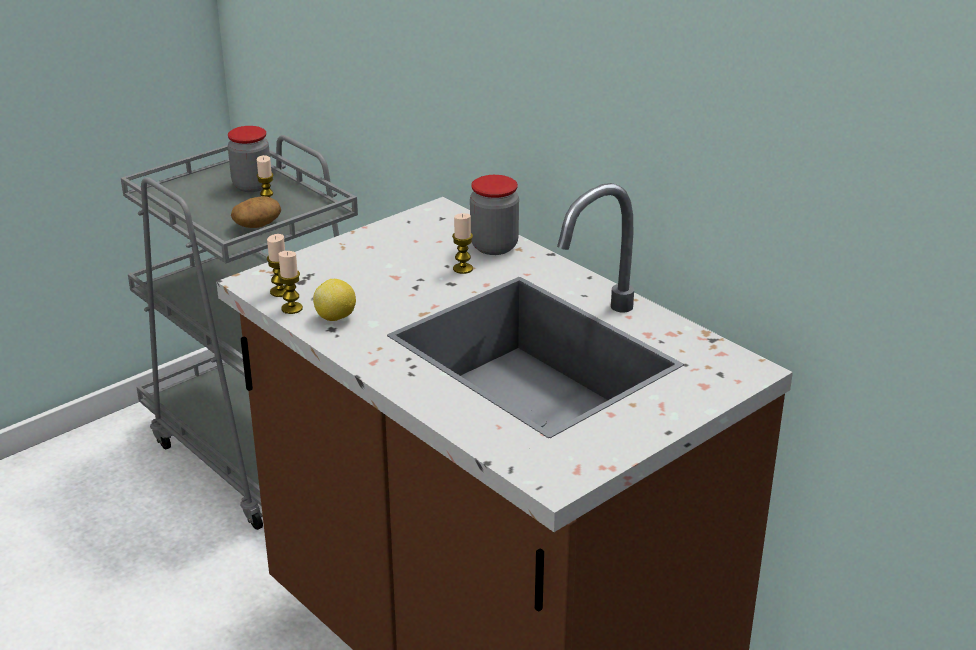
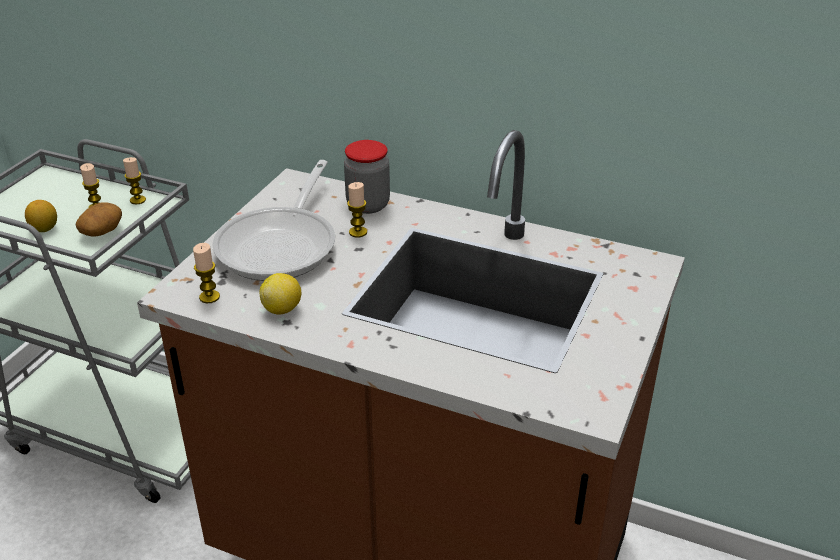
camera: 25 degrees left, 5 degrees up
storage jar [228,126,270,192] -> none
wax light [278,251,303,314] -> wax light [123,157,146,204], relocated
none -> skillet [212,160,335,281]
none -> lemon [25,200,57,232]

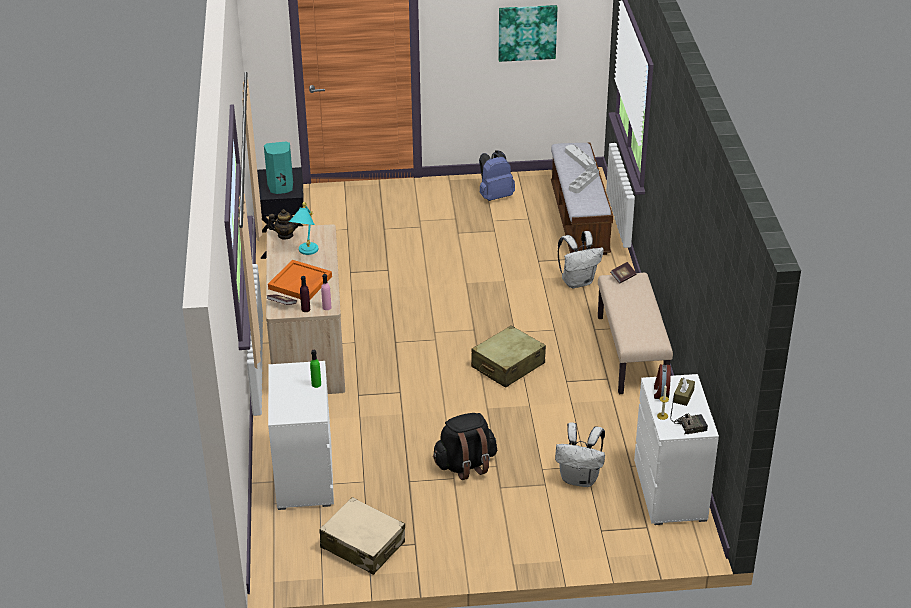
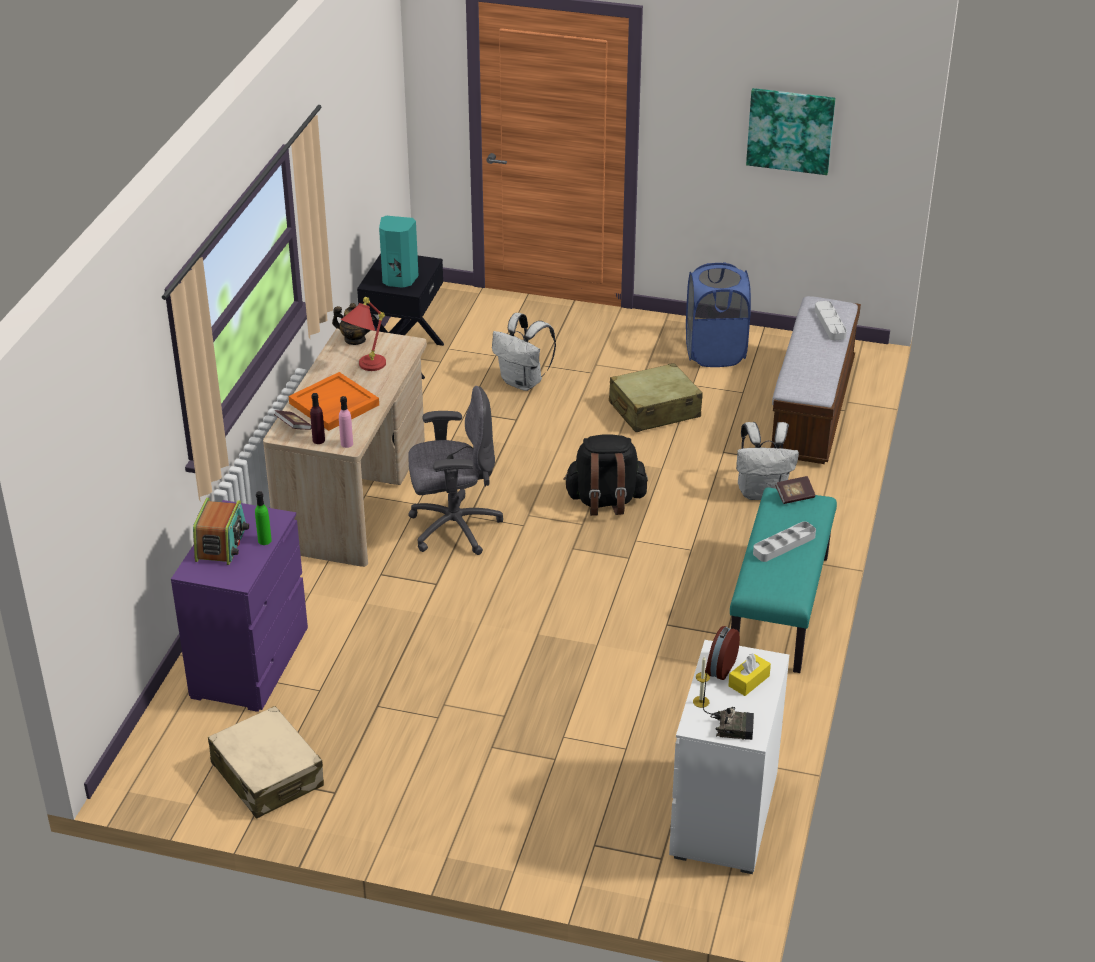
camera: 20 degrees right, 0 degrees up
blue backpack [479,150,515,201] -> blue laundry basket [686,263,751,367]
gray tray [569,167,599,193] -> gray tray [753,521,816,562], relocated
blue-green table lamp [289,202,318,255] -> red table lamp [341,297,386,371]
beige long seat [598,273,673,394] -> blue-green long seat [730,487,837,673]
beige travel case [471,325,546,388] -> beige travel case [609,363,703,432], relocated
white-coloured drawer chest [268,361,334,510] -> purple-coloured drawer chest [171,500,308,712]
brown-coloured tissue holder [673,377,695,406] -> yellowish tissue holder [728,653,771,696]
blackish backpack [433,413,497,480] -> blackish backpack [563,435,648,516], relocated
white-coloured backpack [555,422,605,487] -> white-coloured backpack [492,313,556,391], relocated
none -> gray computer chair [408,386,503,555]
none -> radio set [193,498,249,565]

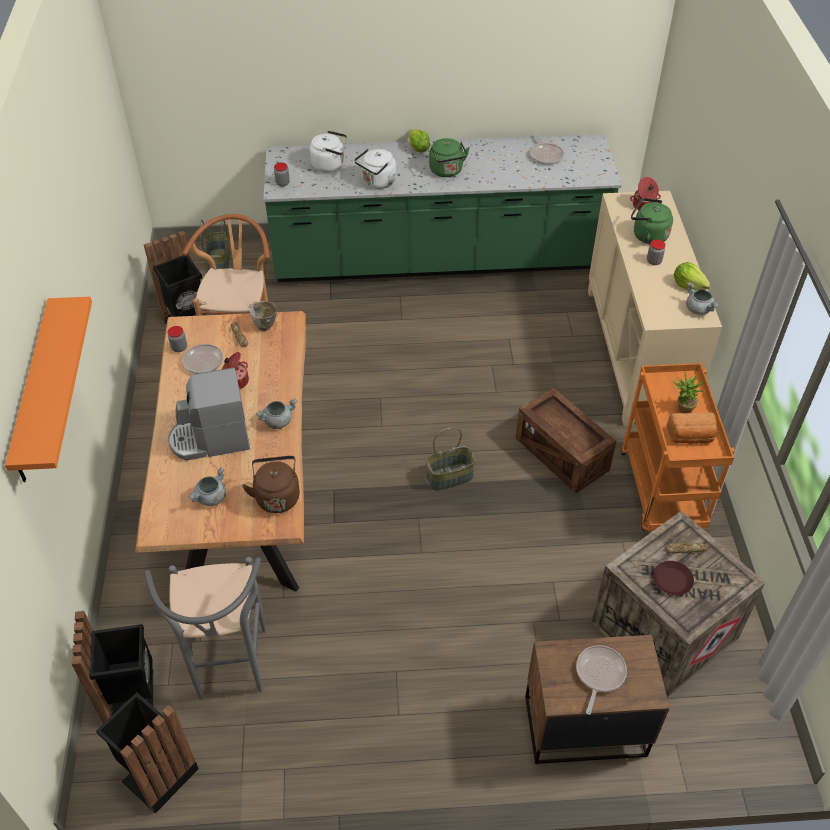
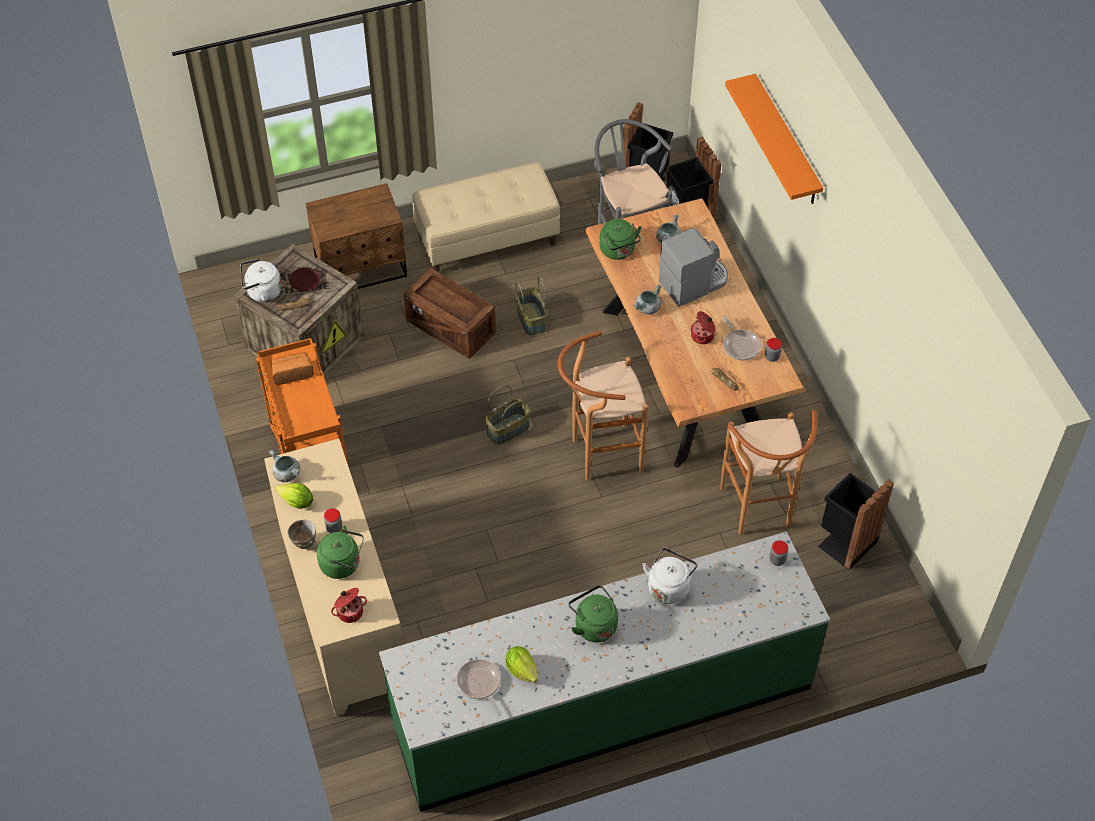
camera: 165 degrees right, 5 degrees up
head of lettuce [409,129,430,152] -> head of lettuce [506,646,538,683], relocated
white-coloured water kettle [309,130,347,173] -> white-coloured water kettle [240,258,282,302], relocated
household basket [200,220,230,271] -> household basket [515,275,547,335], relocated
deep dish [250,301,277,331] -> deep dish [288,519,316,549], relocated
plant in a pot [672,374,705,413] -> none
shipping crate [516,388,617,493] -> shipping crate [404,268,496,359], relocated
brown-coloured water kettle [242,456,300,513] -> green water kettle [600,219,641,260]
skillet [576,645,627,715] -> none
none -> beige long seat [412,162,560,272]
none -> brown-coloured stool [558,331,648,480]

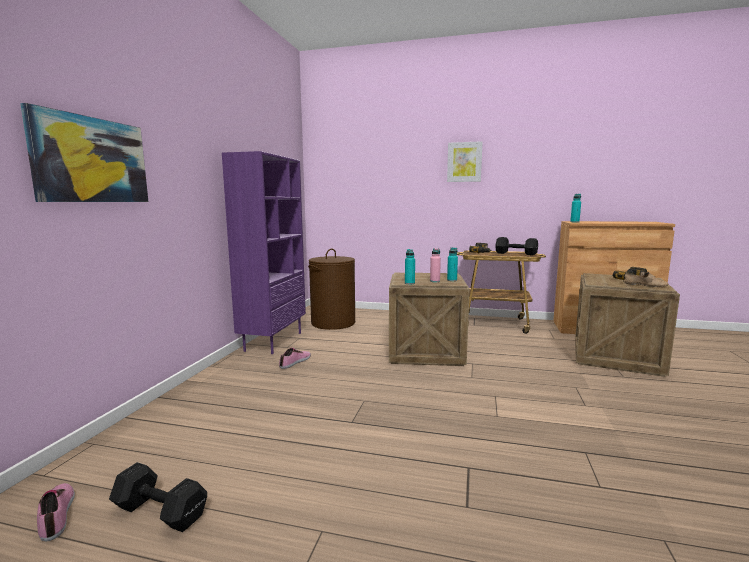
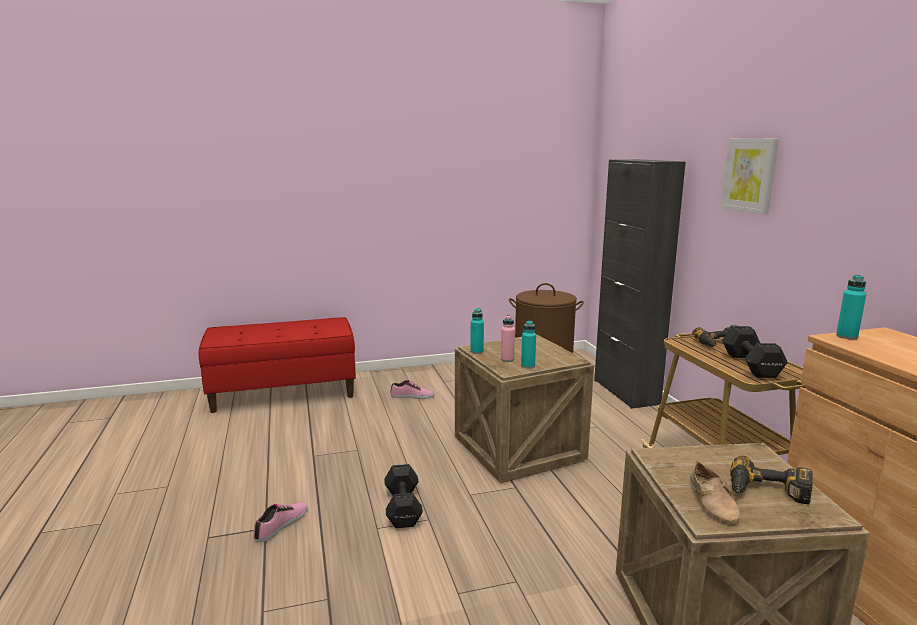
camera: 60 degrees right, 5 degrees up
picture [20,103,148,202] -> none
purple-coloured shelving unit [222,151,306,354] -> none
blackish dumbbell [109,462,207,532] -> blackish dumbbell [384,464,423,528], relocated
shoe [37,483,75,542] -> shoe [254,502,307,542], relocated
none -> blackish cupboard [594,159,686,409]
none -> red long seat [198,317,356,413]

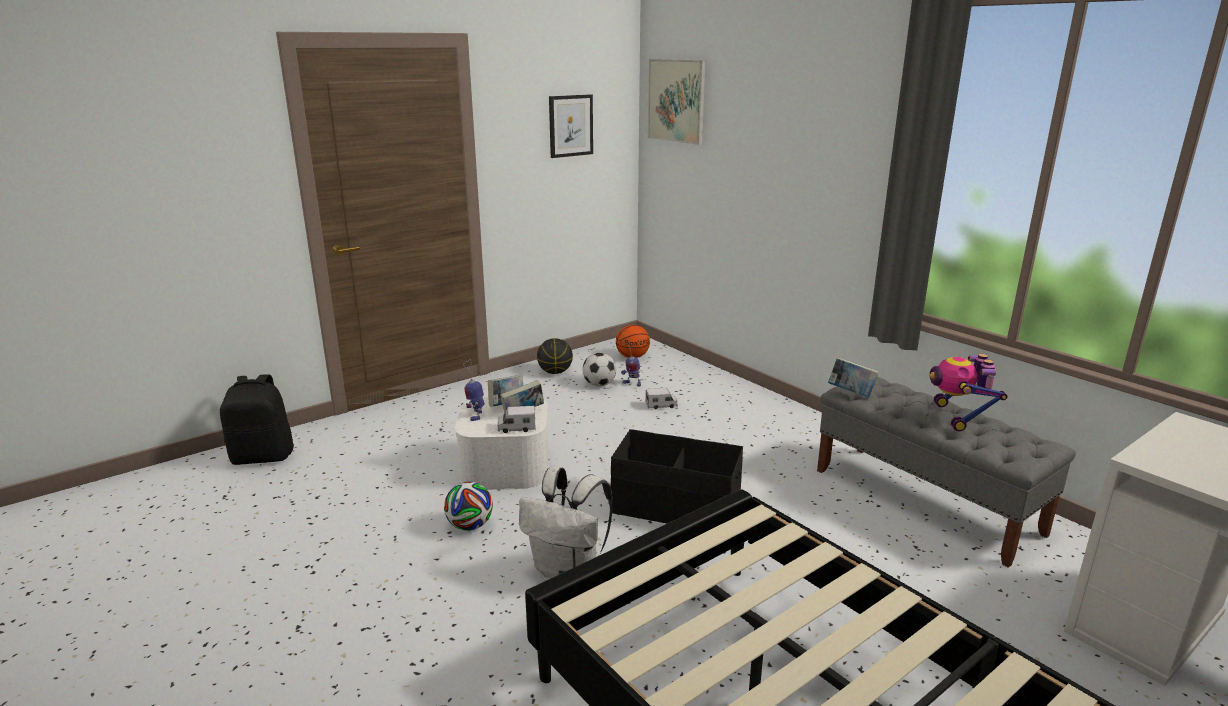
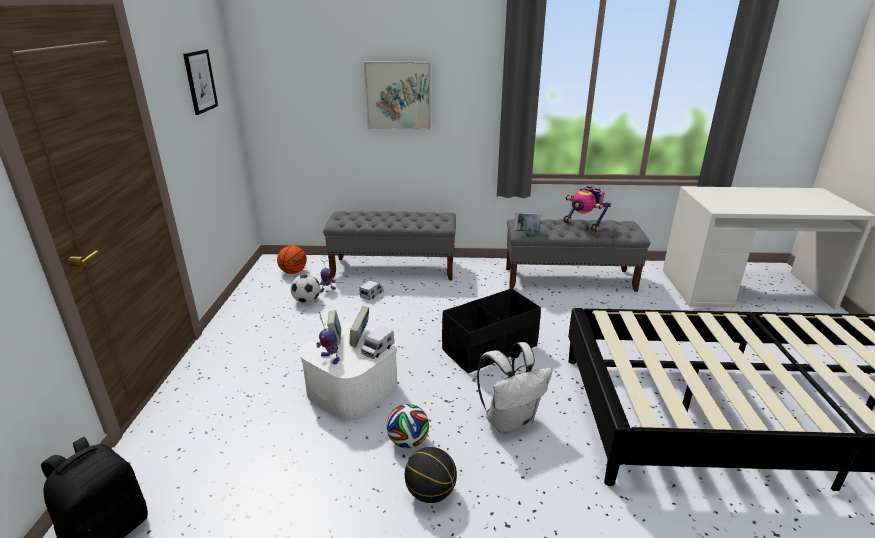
camera: 50 degrees left, 5 degrees up
picture [648,59,706,145] -> picture [364,62,431,130], relocated
ball for basketball [537,338,573,374] -> ball for basketball [405,447,457,503], relocated
none -> gray long seat [323,211,456,281]

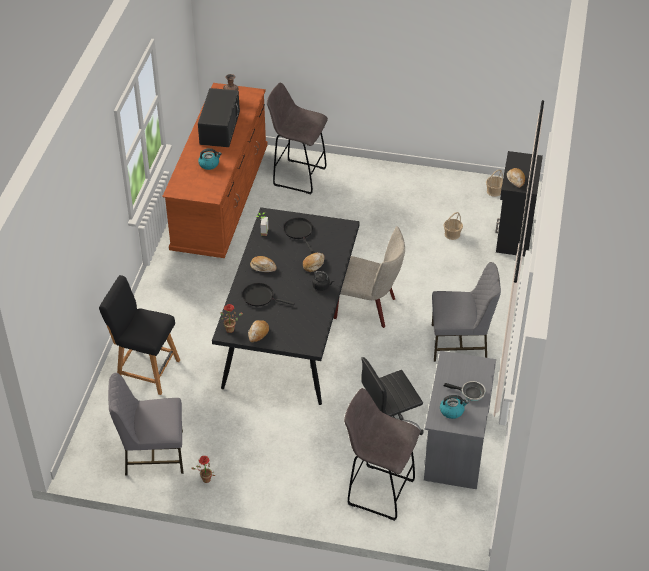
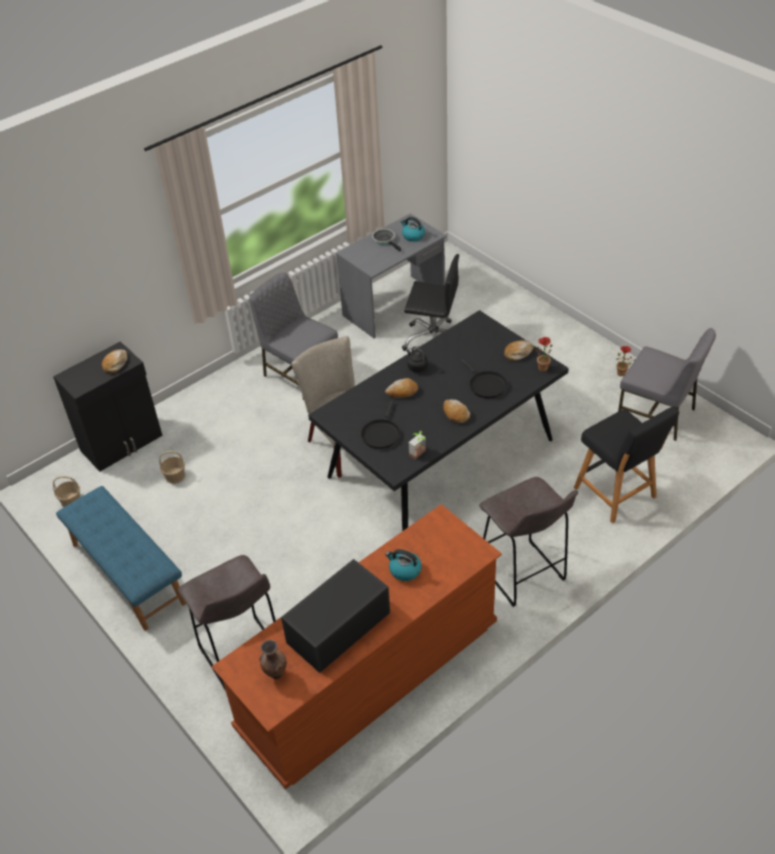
camera: 140 degrees left, 0 degrees up
gray stool [344,388,420,521] -> gray stool [479,477,578,607], relocated
none -> blue long seat [56,486,186,631]

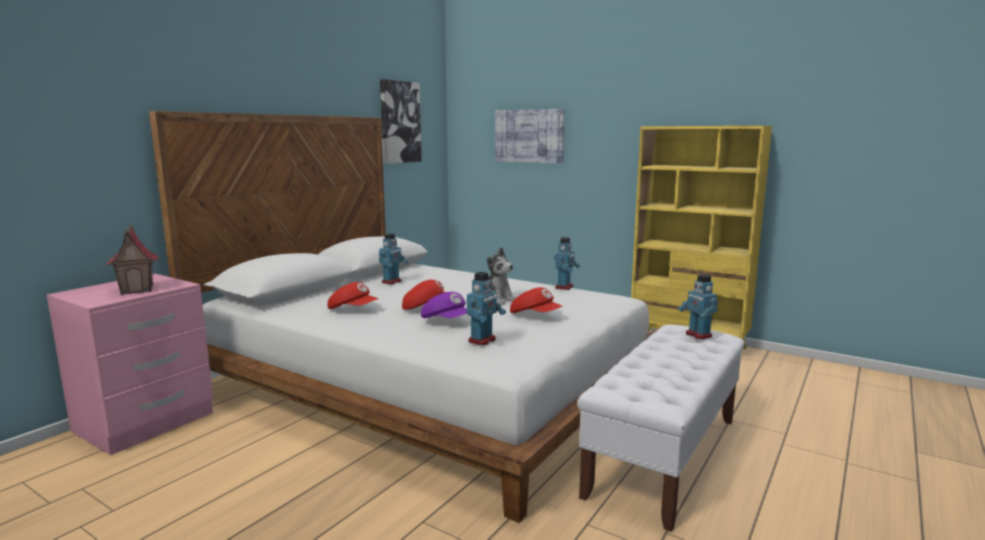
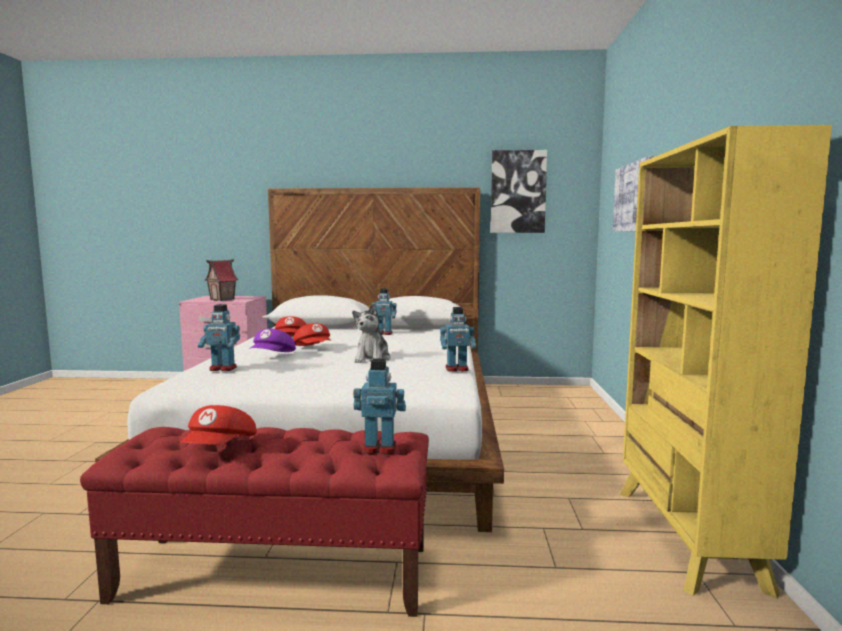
camera: 60 degrees right, 5 degrees down
model robot [678,274,718,339] -> model robot [353,358,406,455], 60 degrees clockwise
red cap [510,287,562,313] -> red cap [181,405,257,445], relocated
white-coloured long seat [577,325,744,532] -> red long seat [80,427,429,617]

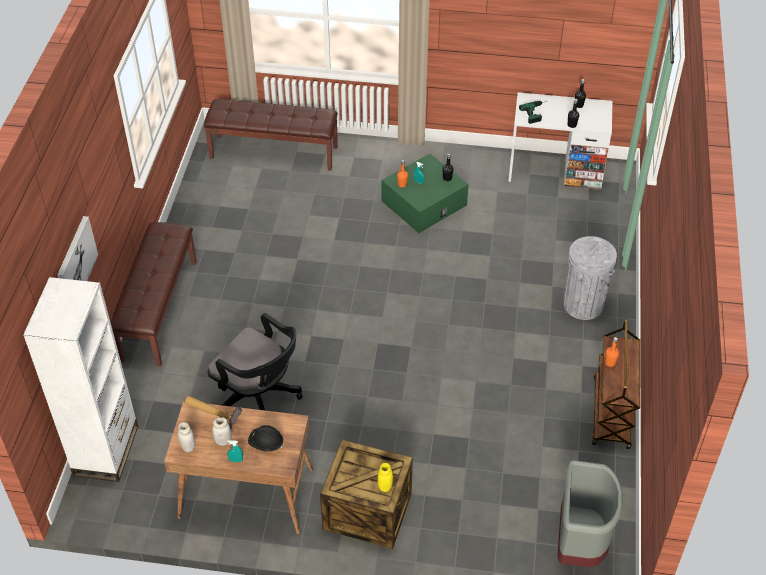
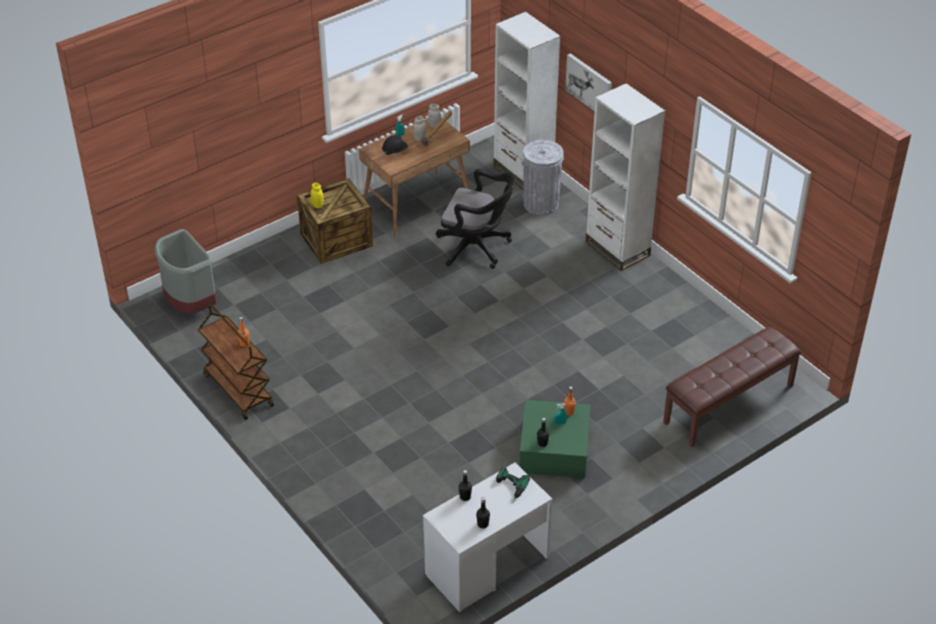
camera: 135 degrees right, 5 degrees down
brown-coloured long seat [111,222,197,366] -> white-coloured shelving unit [586,83,665,271]
gray trash can [563,236,617,320] -> gray trash can [522,140,564,215], relocated
blackish computer chair [208,313,303,410] -> blackish computer chair [436,169,515,269], 150 degrees counterclockwise

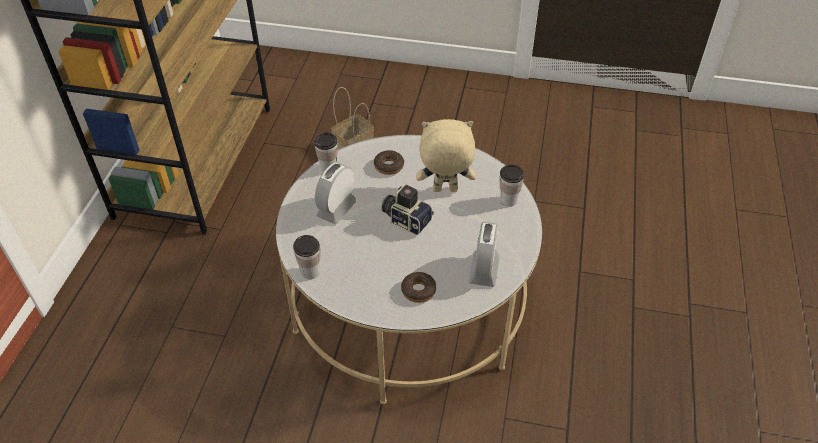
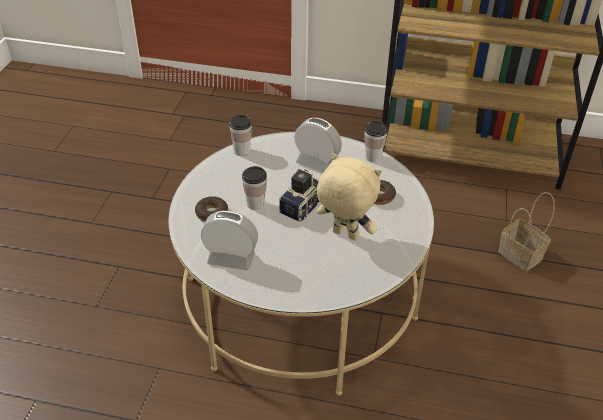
camera: 90 degrees right, 5 degrees down
beige soft toy [416,119,476,192] -> beige soft toy [317,153,382,241], 60 degrees counterclockwise
small cup [500,164,525,207] -> small cup [242,166,267,210], relocated

